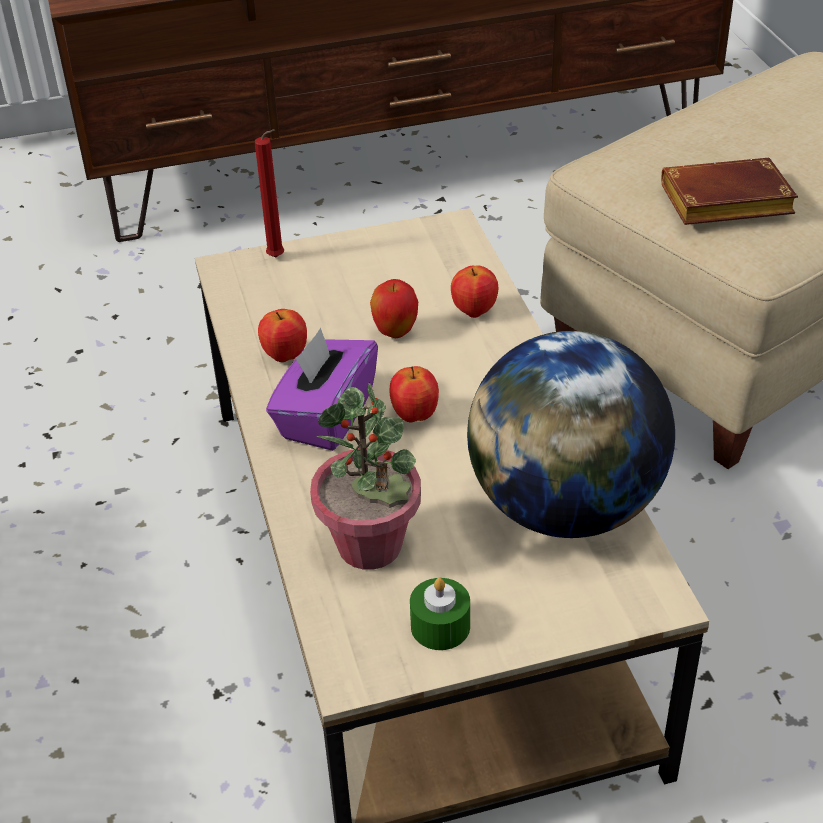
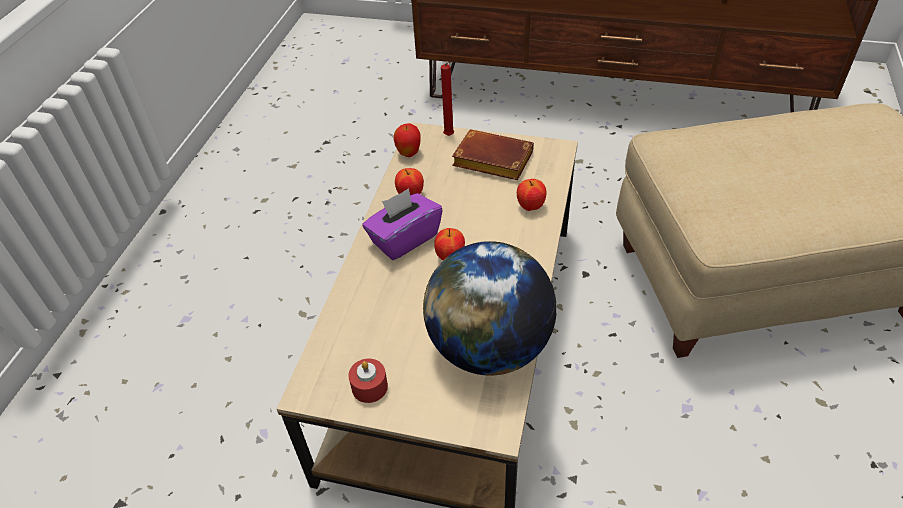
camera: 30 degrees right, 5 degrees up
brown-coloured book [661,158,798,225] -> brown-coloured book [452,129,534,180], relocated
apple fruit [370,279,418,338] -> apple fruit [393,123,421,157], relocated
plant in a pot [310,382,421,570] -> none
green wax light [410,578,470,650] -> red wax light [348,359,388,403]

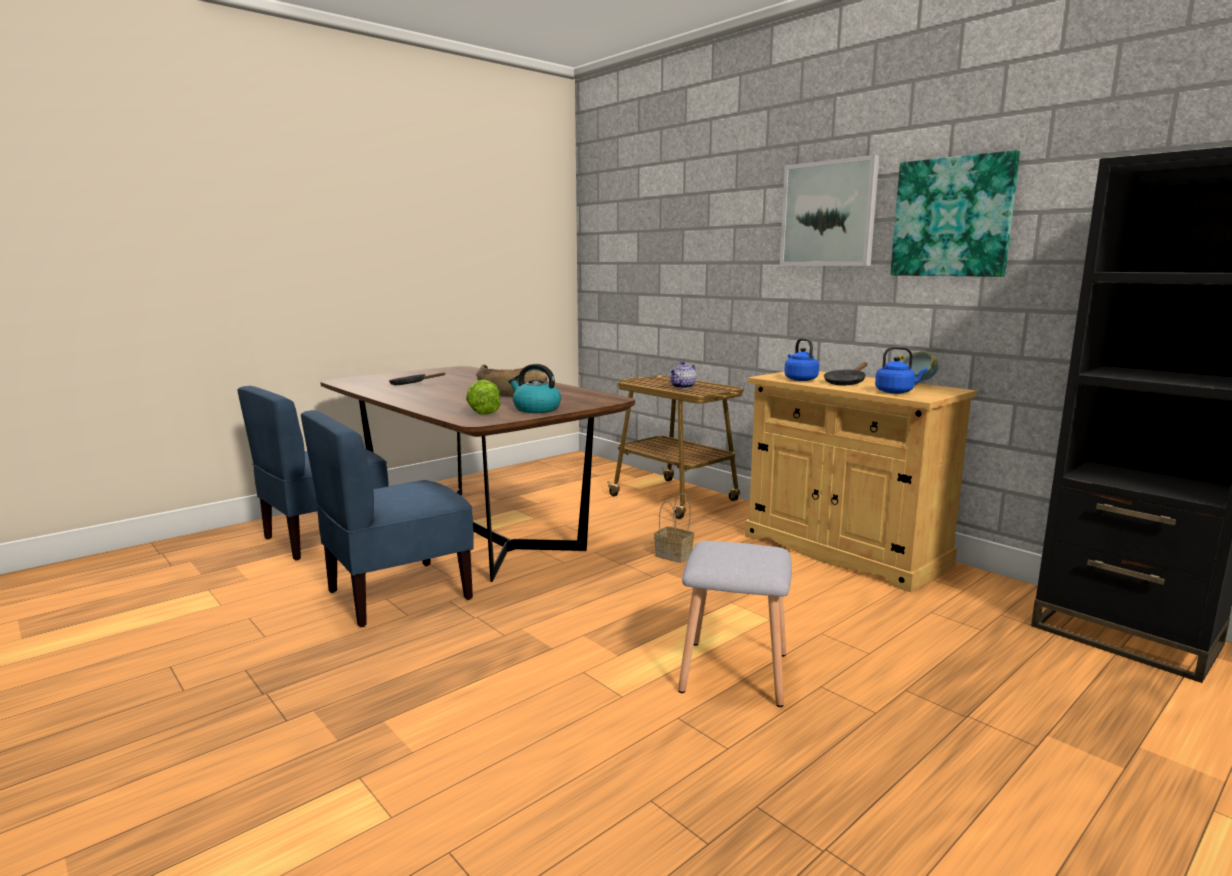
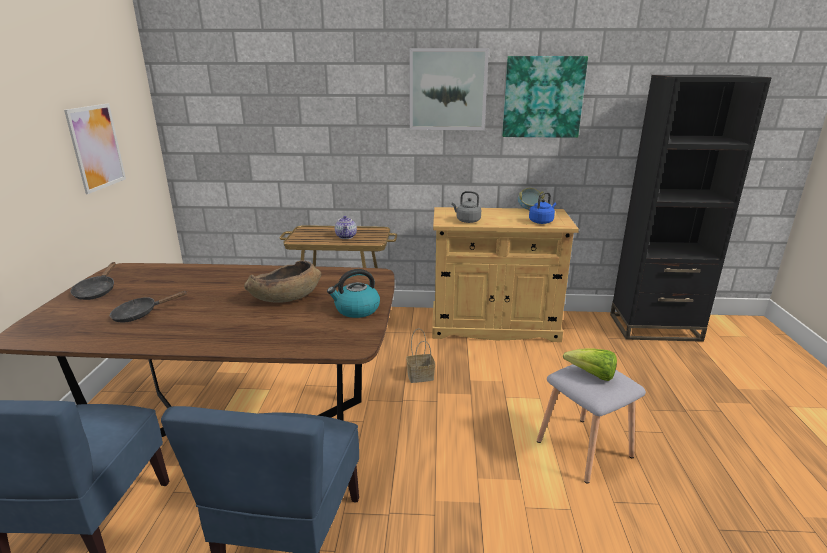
camera: 45 degrees left, 10 degrees up
blue water kettle [784,338,819,381] -> gray water kettle [451,191,481,223]
blackish skillet [824,362,868,385] -> blackish skillet [71,262,116,300], relocated
head of lettuce [466,379,501,415] -> head of lettuce [563,348,617,381], relocated
none -> picture [64,104,126,194]

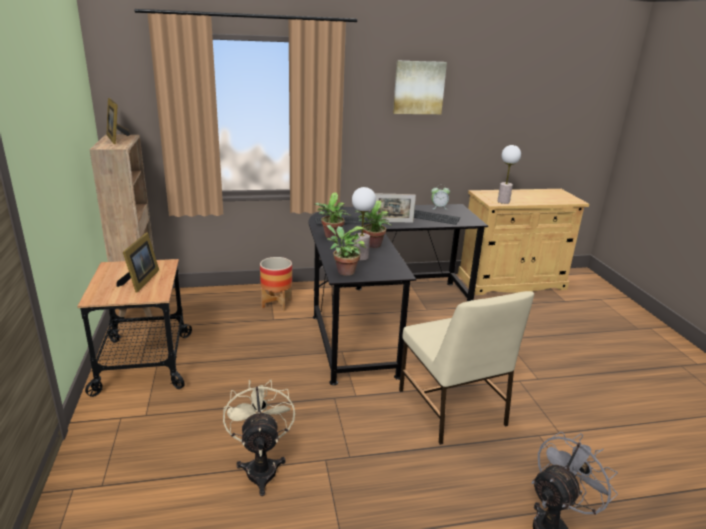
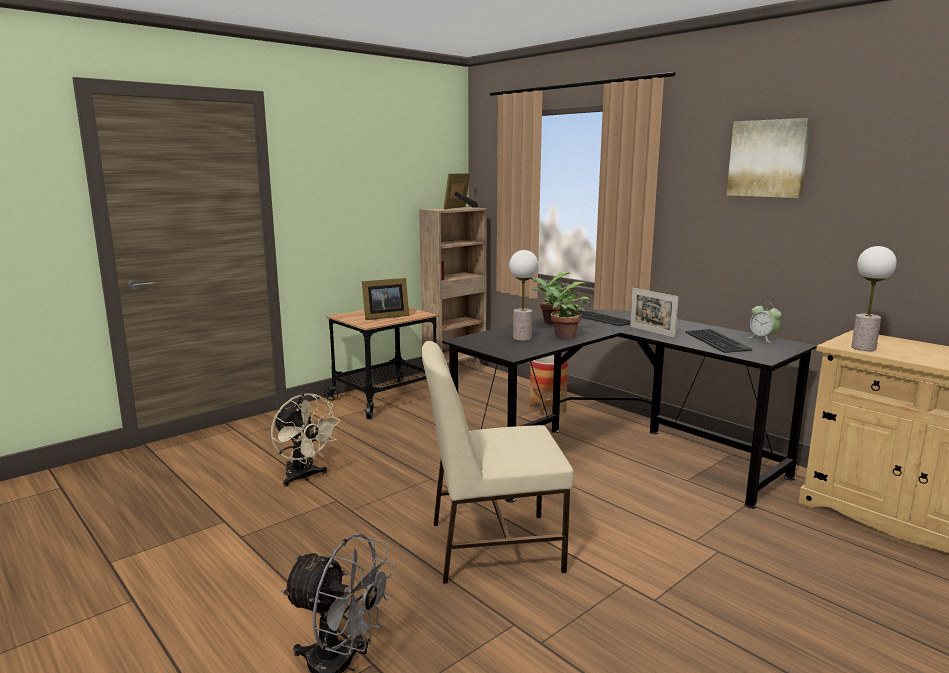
camera: 60 degrees right, 10 degrees down
plant in a pot [326,225,367,276] -> none
beige plain chair [399,291,534,445] -> beige plain chair [421,341,574,584], 45 degrees clockwise
beige electric fan [223,379,295,496] -> beige electric fan [271,393,341,486], 90 degrees clockwise

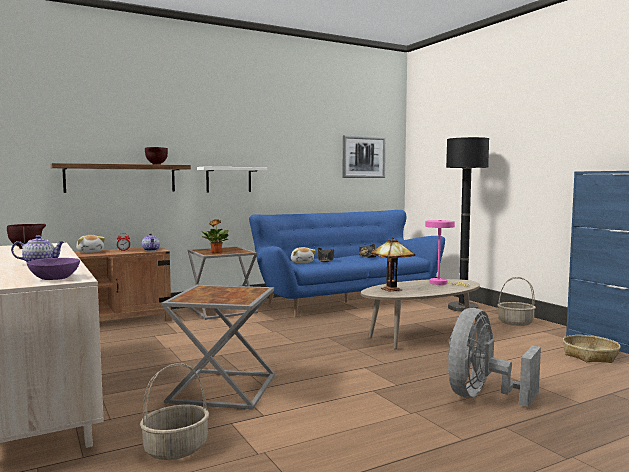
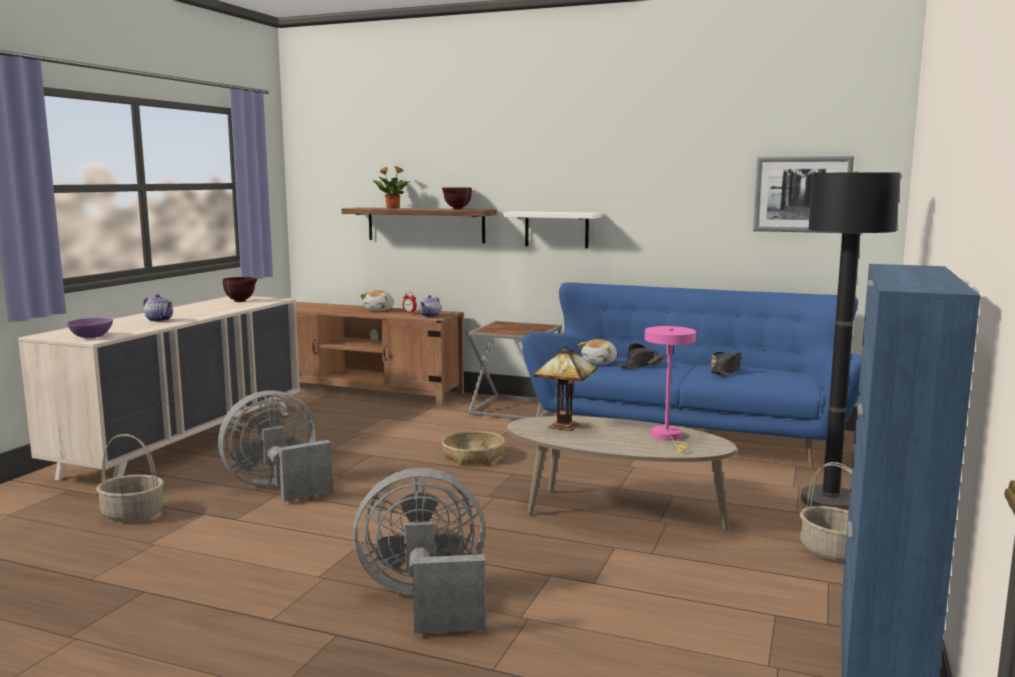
camera: 50 degrees right, 5 degrees up
plant in a pot [201,219,229,253] -> plant in a pot [373,166,411,209], relocated
gray end table [161,285,275,410] -> gray electric fan [218,390,333,501]
household basket [563,335,621,363] -> household basket [442,431,505,465], relocated

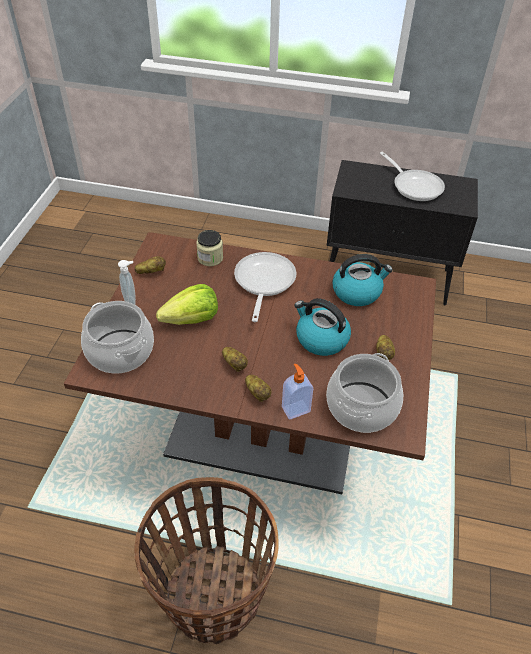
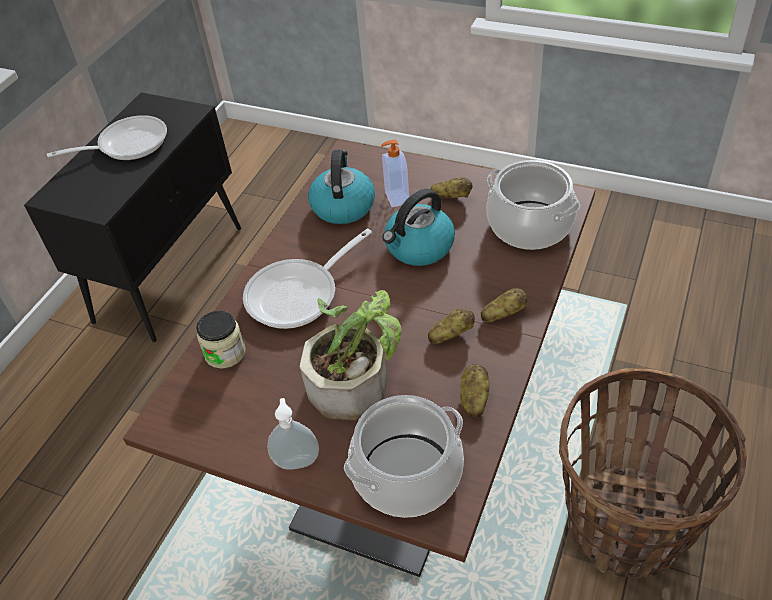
camera: 75 degrees left, 0 degrees up
skillet [234,252,296,322] -> skillet [243,229,372,329], 60 degrees counterclockwise
potato [135,256,166,274] -> potato [460,364,490,418], relocated
head of lettuce [156,284,218,325] -> plant in a pot [300,290,401,420]
liquid soap bottle [282,364,313,420] -> liquid soap bottle [381,140,409,207], relocated

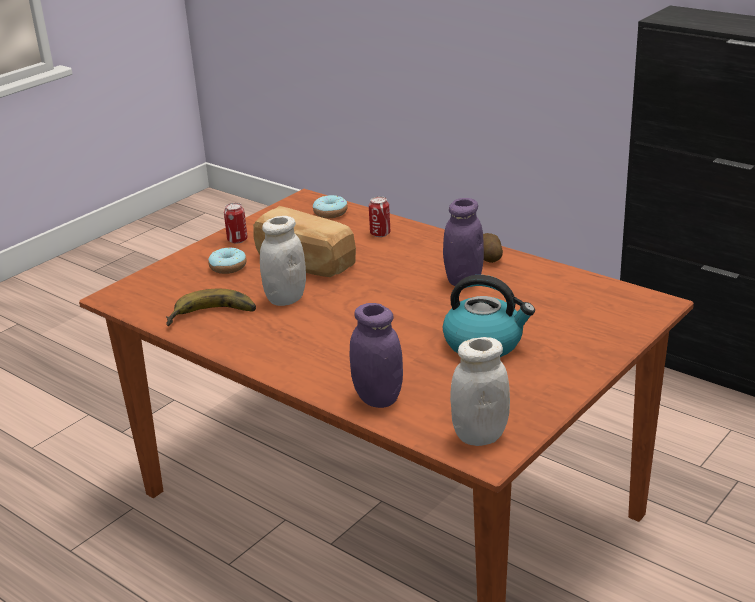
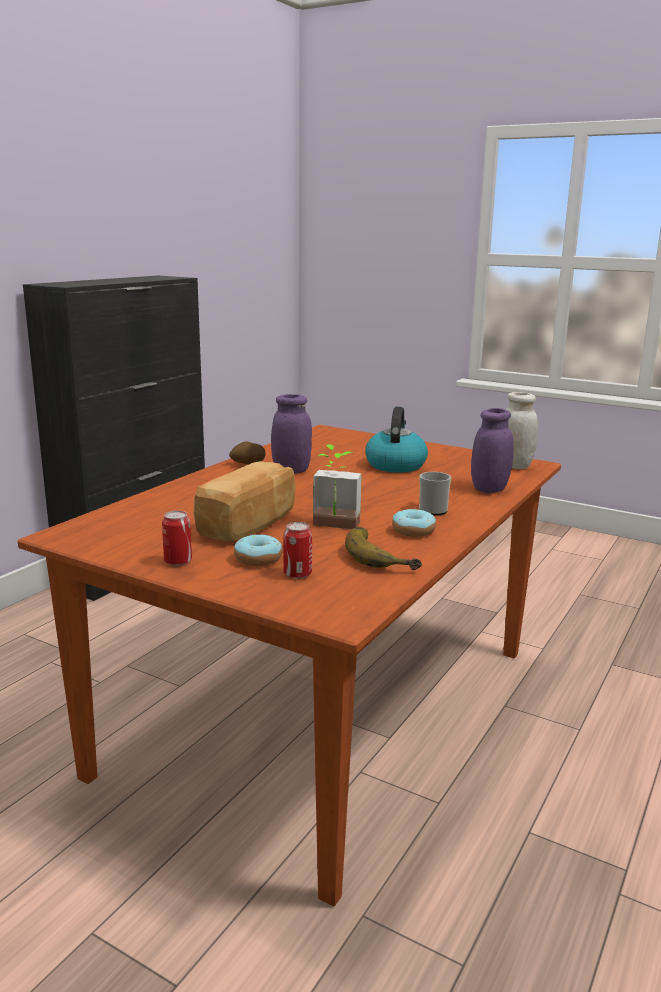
camera: 100 degrees left, 10 degrees down
donut [313,195,348,218] -> donut [392,508,436,537], relocated
sealed can [369,196,390,237] -> sealed can [283,522,312,579], relocated
white-coloured storage jar [260,216,306,306] -> plant in a pot [313,444,362,529]
none -> tea mug [419,472,451,516]

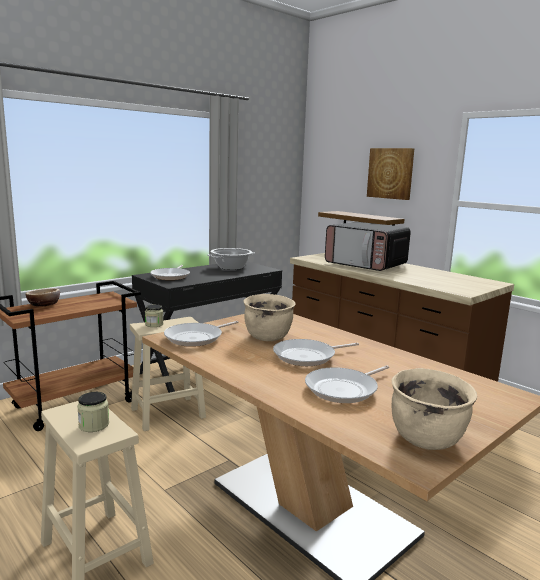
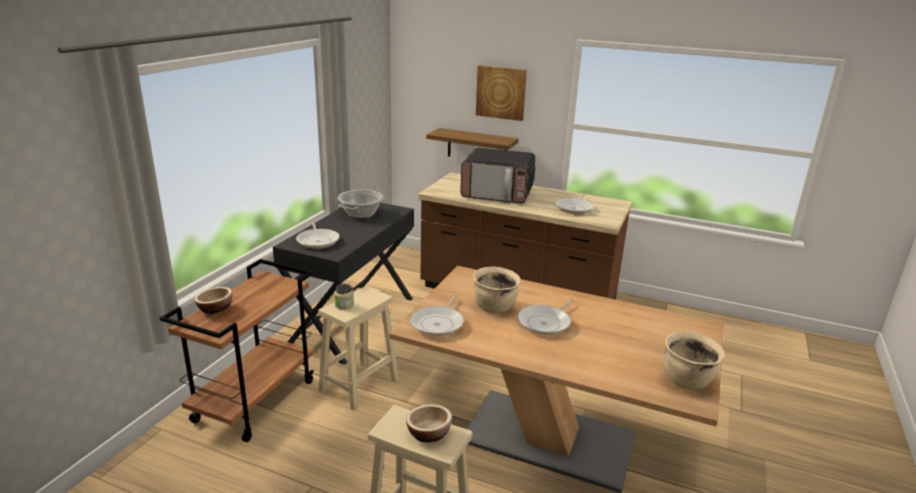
camera: 25 degrees left, 10 degrees up
skillet [305,365,389,403] -> skillet [555,193,594,214], relocated
storage jar [77,392,109,432] -> deep dish [406,404,452,443]

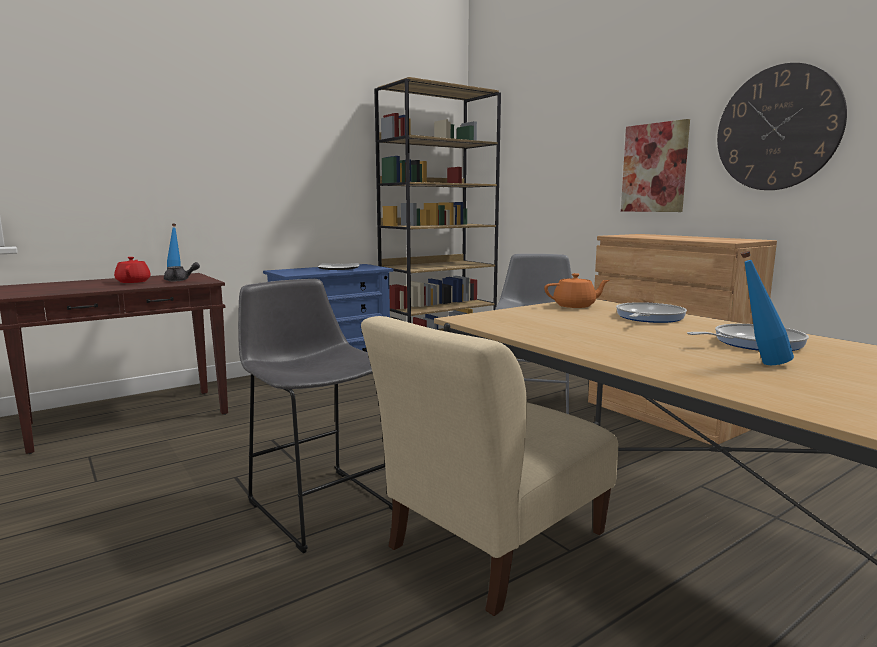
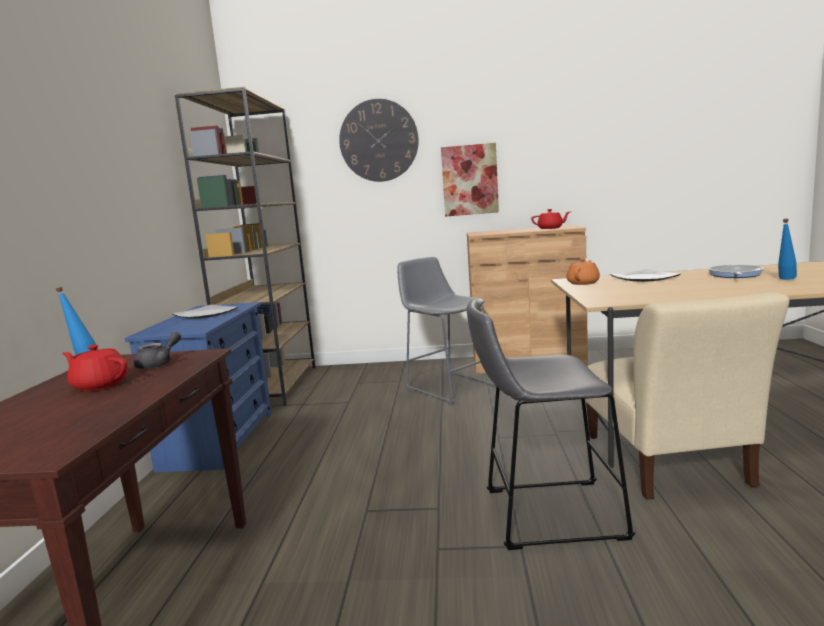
camera: 50 degrees left, 0 degrees up
clock on the wall [717,63,847,190] -> clock on the wall [339,99,419,182], relocated
skillet [616,302,687,323] -> plate [610,269,681,282]
none -> red tea pot [531,209,570,229]

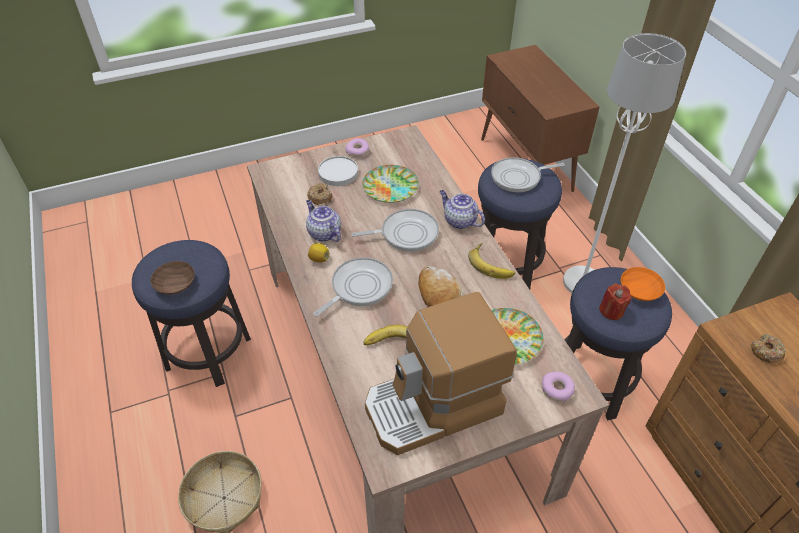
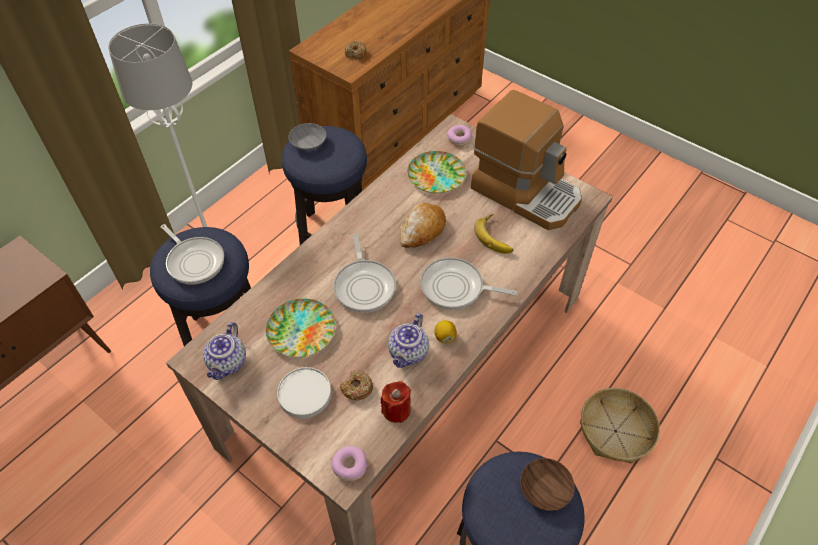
camera: 120 degrees left, 5 degrees up
donut [345,138,369,157] -> donut [331,446,367,481], relocated
tea pot [439,190,485,229] -> tea pot [203,322,246,380], relocated
skillet [351,209,439,252] -> skillet [333,234,396,313], 150 degrees counterclockwise
banana [468,243,515,279] -> none
orangey deep dish [621,267,665,301] -> gray deep dish [289,123,326,150]
red wax light [599,283,631,320] -> red wax light [381,381,411,423], relocated

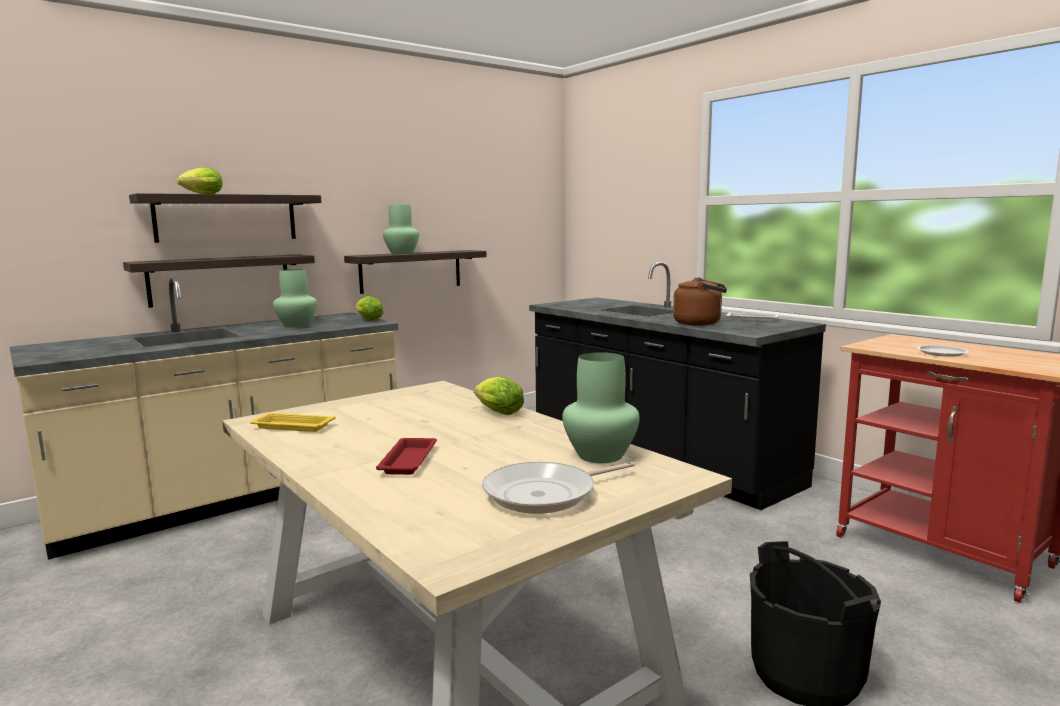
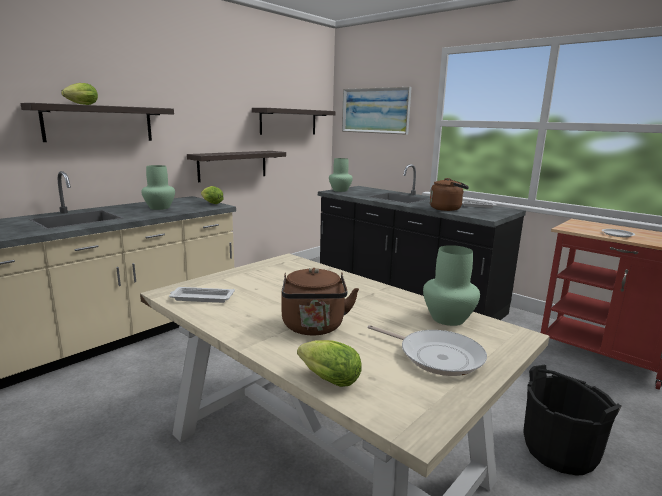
camera: 10 degrees left, 5 degrees up
green flower vase [383,205,419,254] -> green flower vase [329,158,353,192], relocated
bracket shelf [123,254,315,308] -> bracket shelf [252,108,336,135], relocated
head of lettuce [474,377,524,415] -> head of lettuce [297,340,362,387], relocated
yellowish tray [250,413,335,432] -> white-coloured tray [169,287,235,303]
red tray [376,438,437,475] -> brown-coloured water kettle [281,268,359,335]
skillet [482,462,635,514] -> skillet [368,325,487,376], 105 degrees counterclockwise
none -> picture [342,87,412,135]

